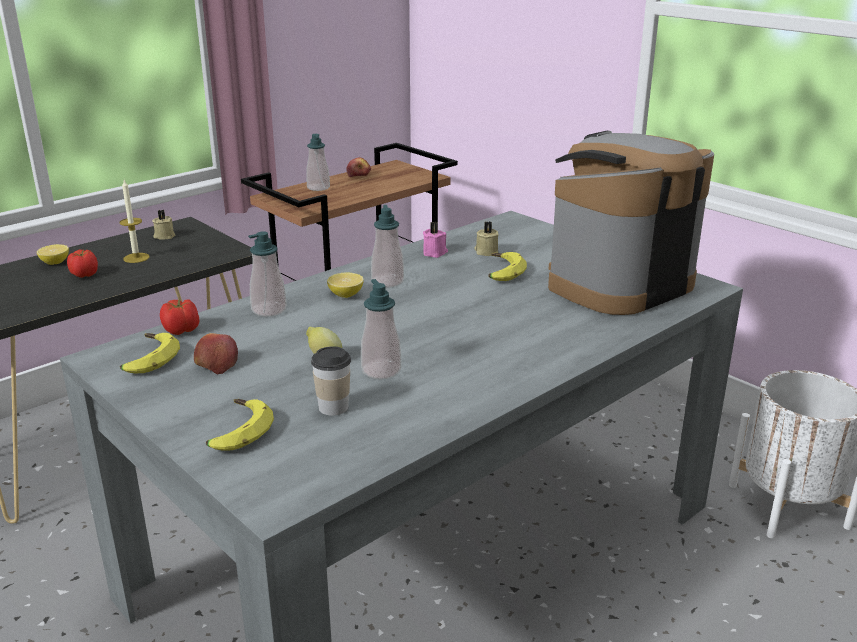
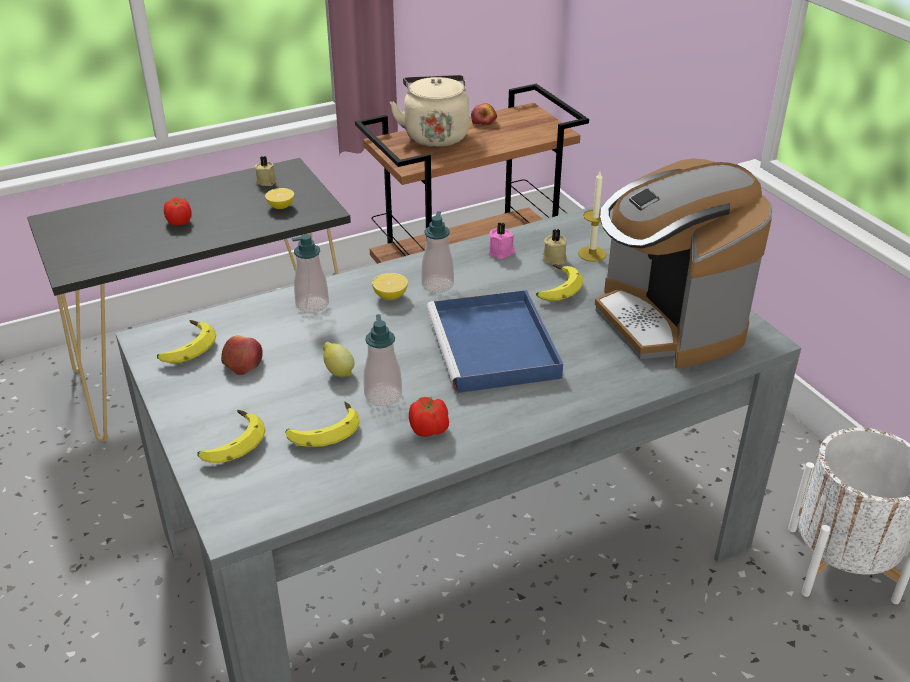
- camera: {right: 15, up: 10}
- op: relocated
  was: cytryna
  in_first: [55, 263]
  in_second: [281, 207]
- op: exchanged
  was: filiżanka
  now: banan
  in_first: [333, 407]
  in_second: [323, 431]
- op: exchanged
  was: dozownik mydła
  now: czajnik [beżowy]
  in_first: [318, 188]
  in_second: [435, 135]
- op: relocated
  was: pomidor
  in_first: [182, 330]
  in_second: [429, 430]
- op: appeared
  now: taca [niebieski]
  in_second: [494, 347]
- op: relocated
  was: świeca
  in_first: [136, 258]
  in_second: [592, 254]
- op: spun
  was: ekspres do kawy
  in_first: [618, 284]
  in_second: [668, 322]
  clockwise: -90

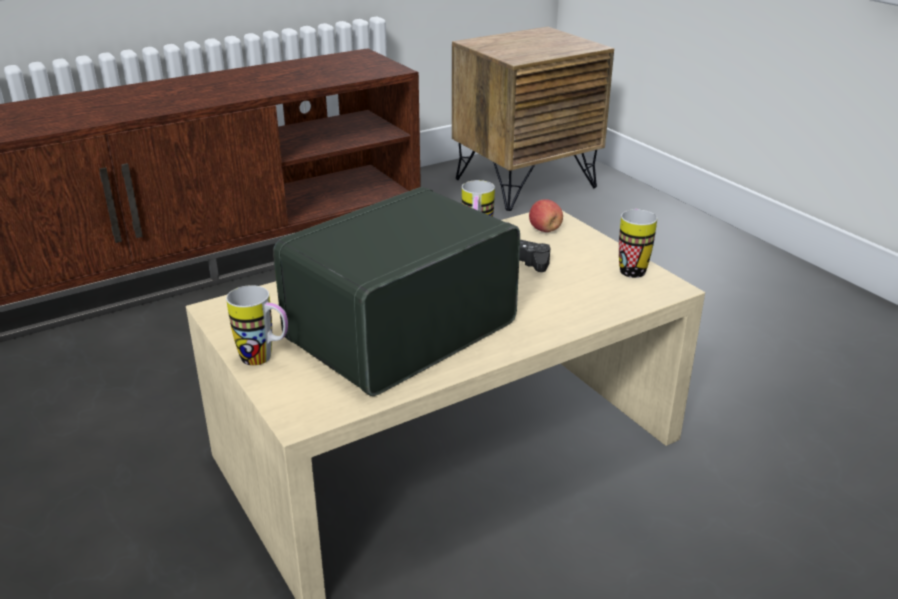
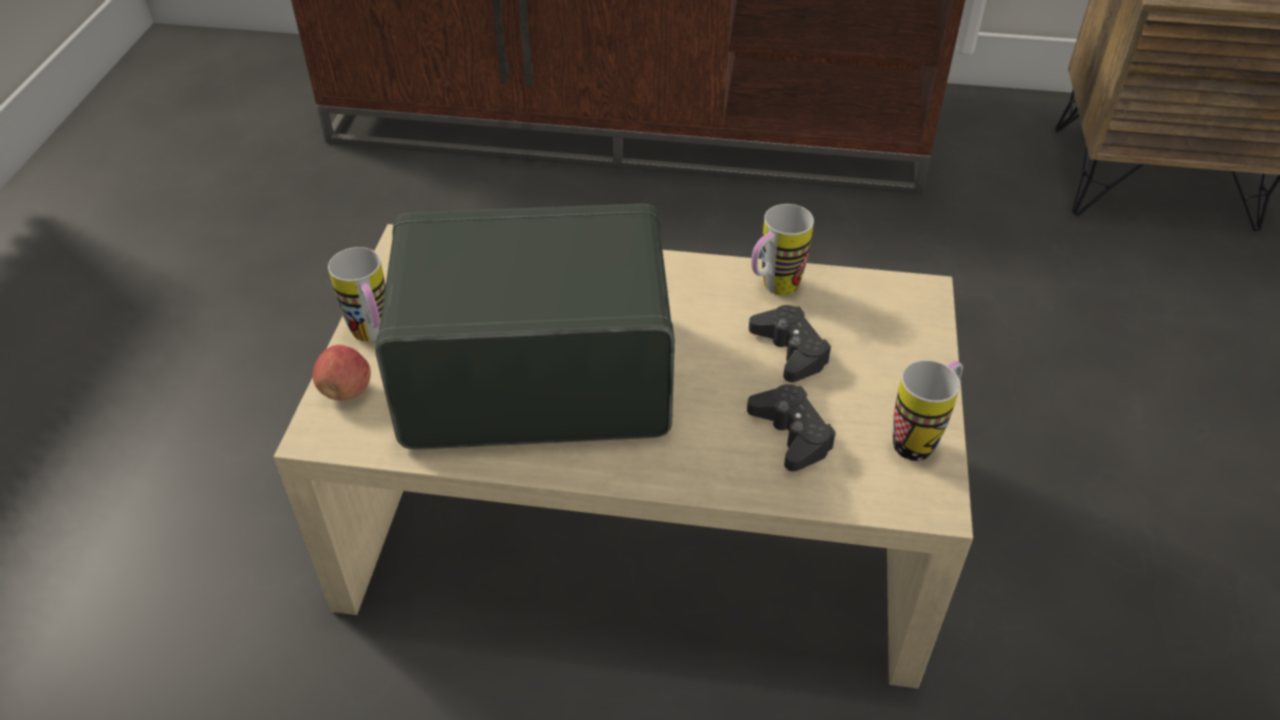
- camera: {right: 40, up: 15}
- op: relocated
  was: jabłko
  in_first: [545, 230]
  in_second: [346, 390]
- op: appeared
  now: pad do gier [czarny]
  in_second: [791, 434]

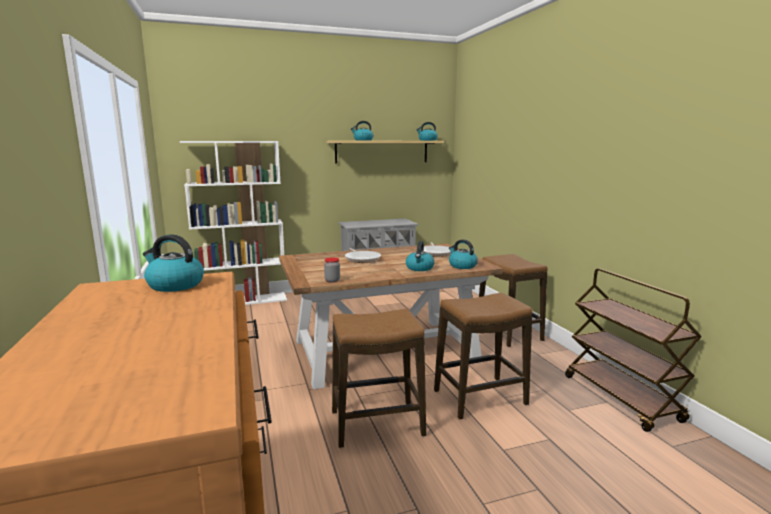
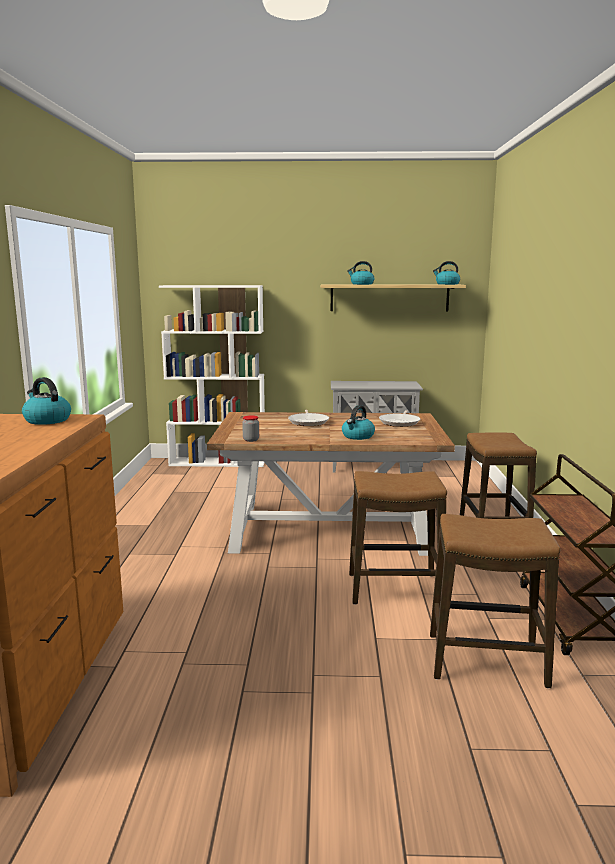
- camera: {right: 20, up: 0}
- op: relocated
  was: stołek
  in_first: [376, 424]
  in_second: [486, 660]
- op: missing
  was: czajnik
  in_first: [462, 266]

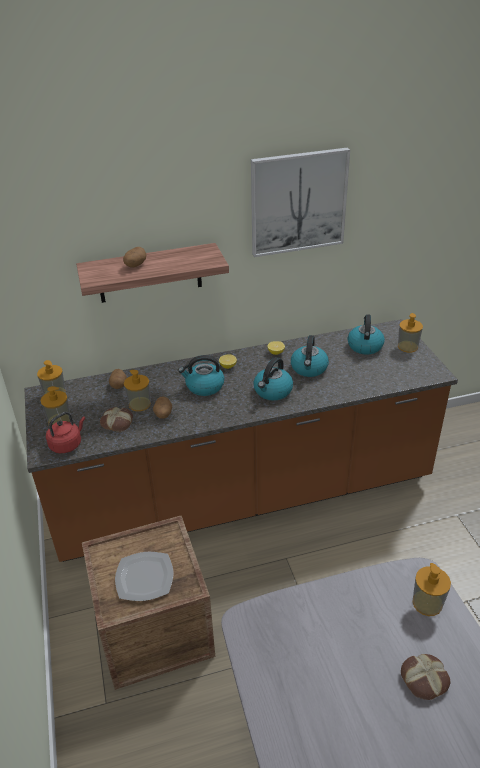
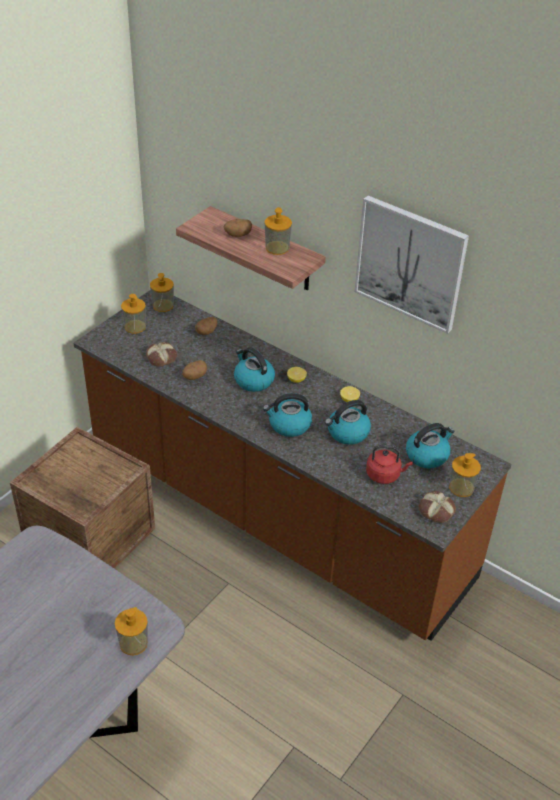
- camera: {right: 50, up: 5}
- op: relocated
  was: dozownik mydła
  in_first: [139, 404]
  in_second: [277, 248]
- op: relocated
  was: czajnik [czerwony]
  in_first: [67, 444]
  in_second: [385, 475]
- op: relocated
  was: chleb
  in_first: [424, 680]
  in_second: [435, 510]
- op: missing
  was: talerz
  in_first: [144, 578]

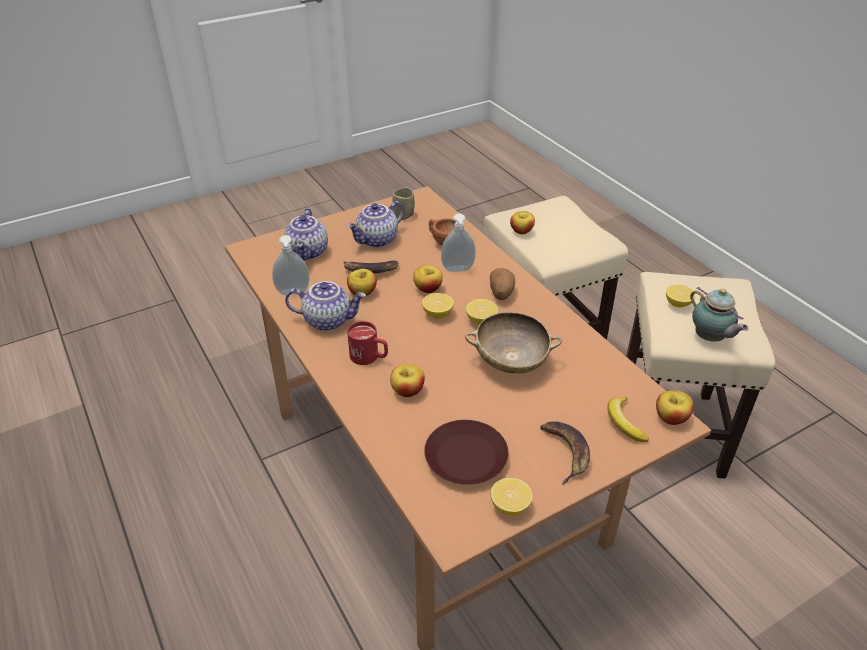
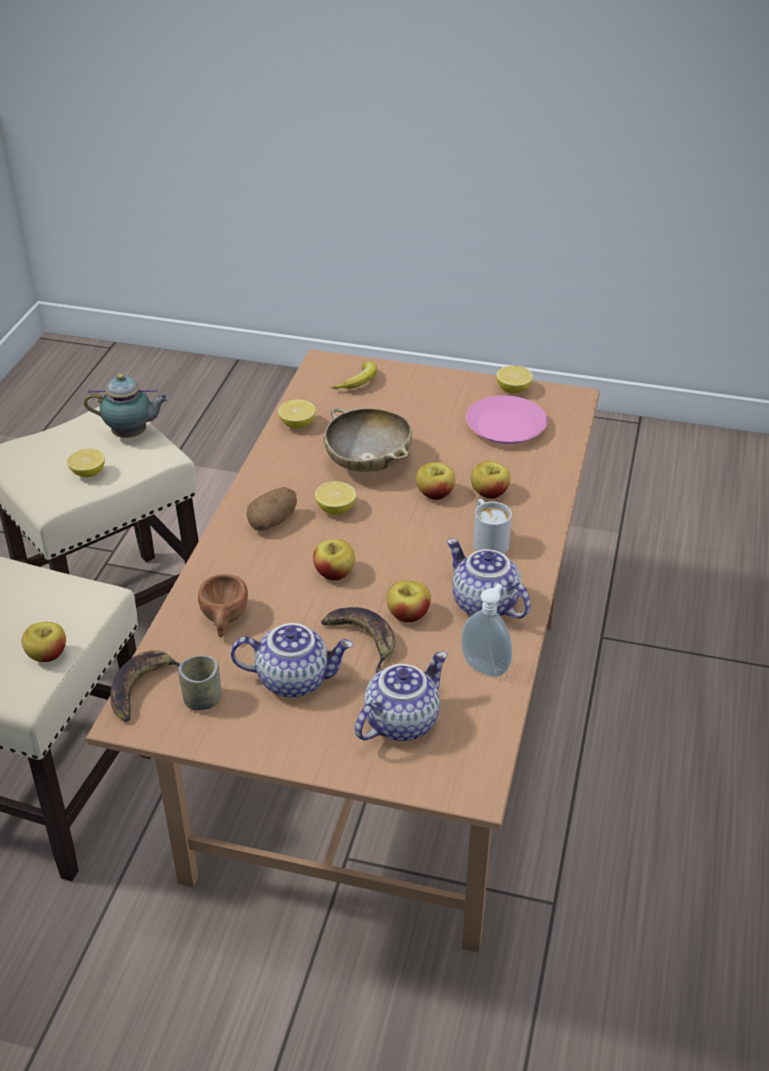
- camera: {right: -135, up: 0}
- op: spun
  was: imbryk
  in_first: [710, 338]
  in_second: [132, 434]
  clockwise: 75
- op: relocated
  was: banan
  in_first: [565, 452]
  in_second: [143, 688]
- op: relocated
  was: cytryna
  in_first: [437, 314]
  in_second: [297, 425]
- op: relocated
  was: jabłko
  in_first: [671, 418]
  in_second: [435, 494]
- op: colour
  was: talerz [brązowy]
  now: talerz [różowy]
  in_first: [465, 458]
  in_second: [507, 427]
- op: colour
  was: kubek [czerwony]
  now: kubek [biały]
  in_first: [369, 357]
  in_second: [487, 540]
- op: missing
  was: dozownik mydła
  in_first: [458, 270]

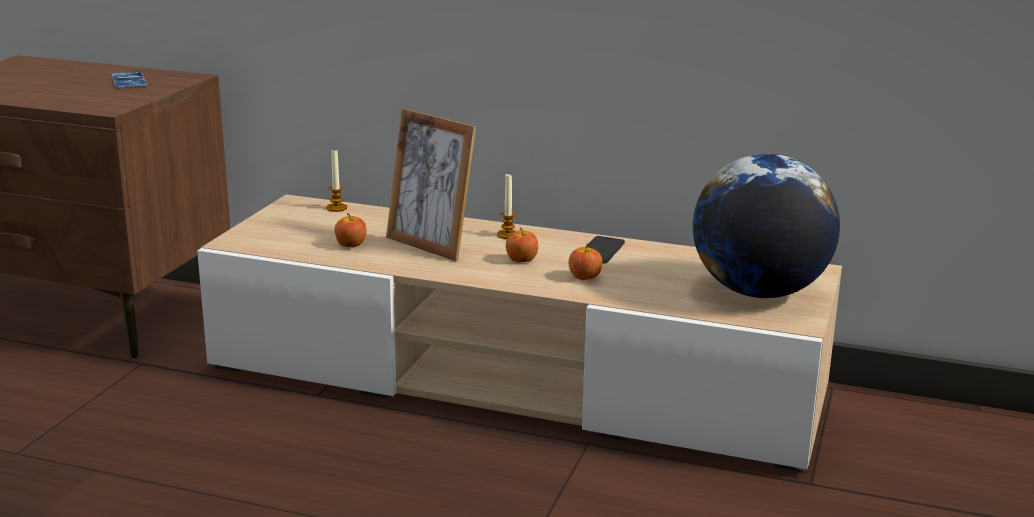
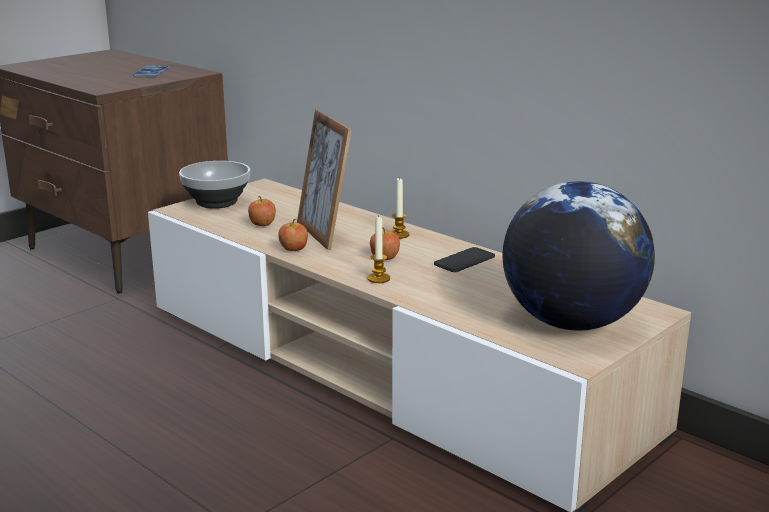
- camera: {right: 25, up: 0}
- op: appeared
  now: miska
  in_second: [218, 203]
- op: relocated
  was: jabłko
  in_first: [584, 277]
  in_second: [293, 249]
- op: relocated
  was: świeca
  in_first: [336, 208]
  in_second: [378, 279]

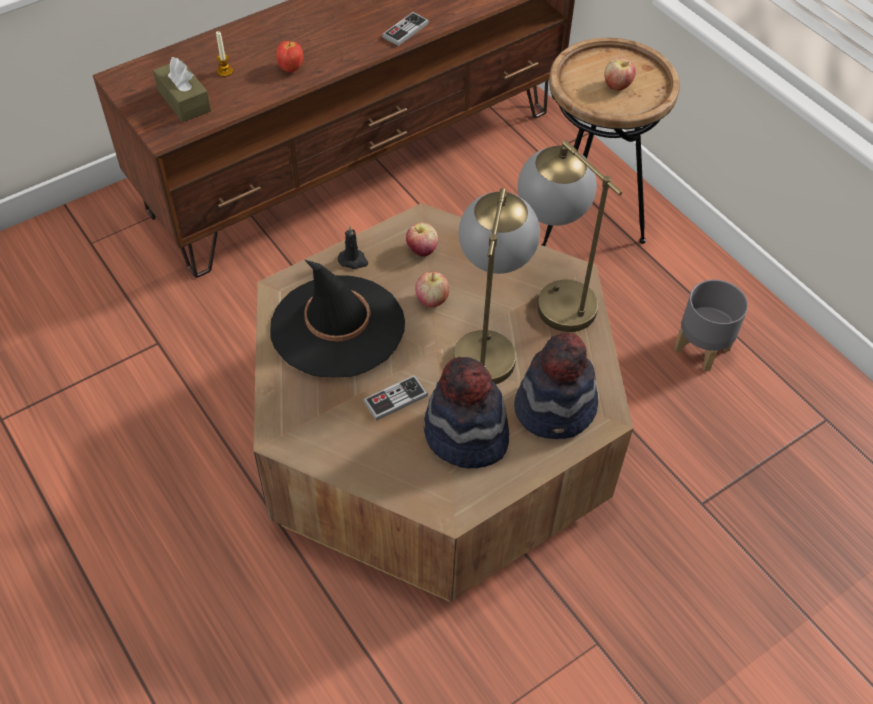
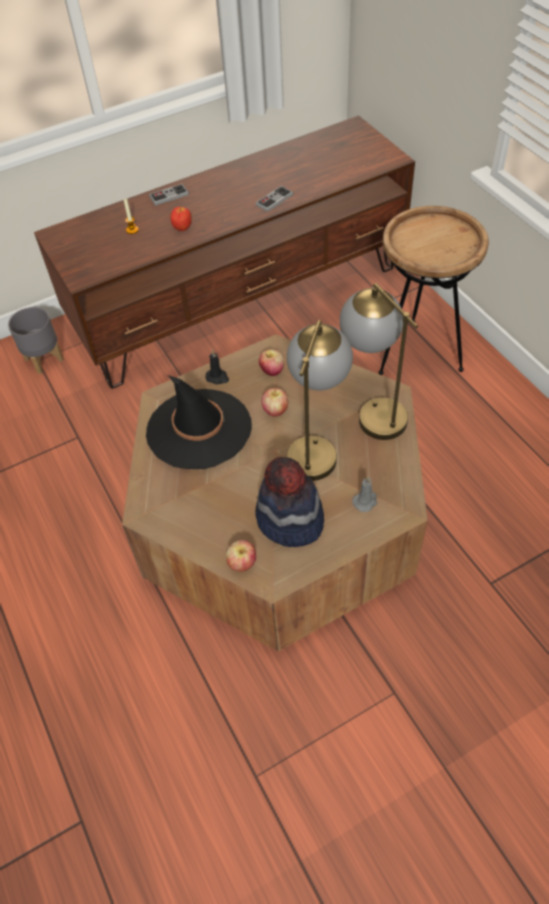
- camera: {right: 10, up: 0}
- op: relocated
  was: donica [szary]
  in_first: [702, 349]
  in_second: [44, 360]
- op: relocated
  was: pad do gier
  in_first: [395, 399]
  in_second: [169, 196]
- op: relocated
  was: jabłko
  in_first: [617, 86]
  in_second: [242, 563]
- op: exchanged
  was: kapelusz
  now: świeca [szary]
  in_first: [556, 408]
  in_second: [365, 501]
- op: missing
  was: pudełko chusteczek [brązowy]
  in_first: [184, 100]

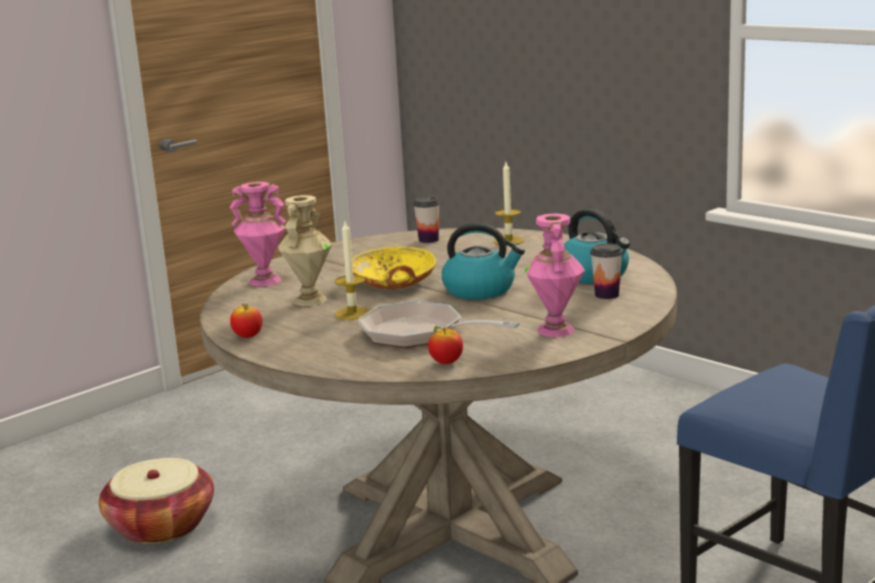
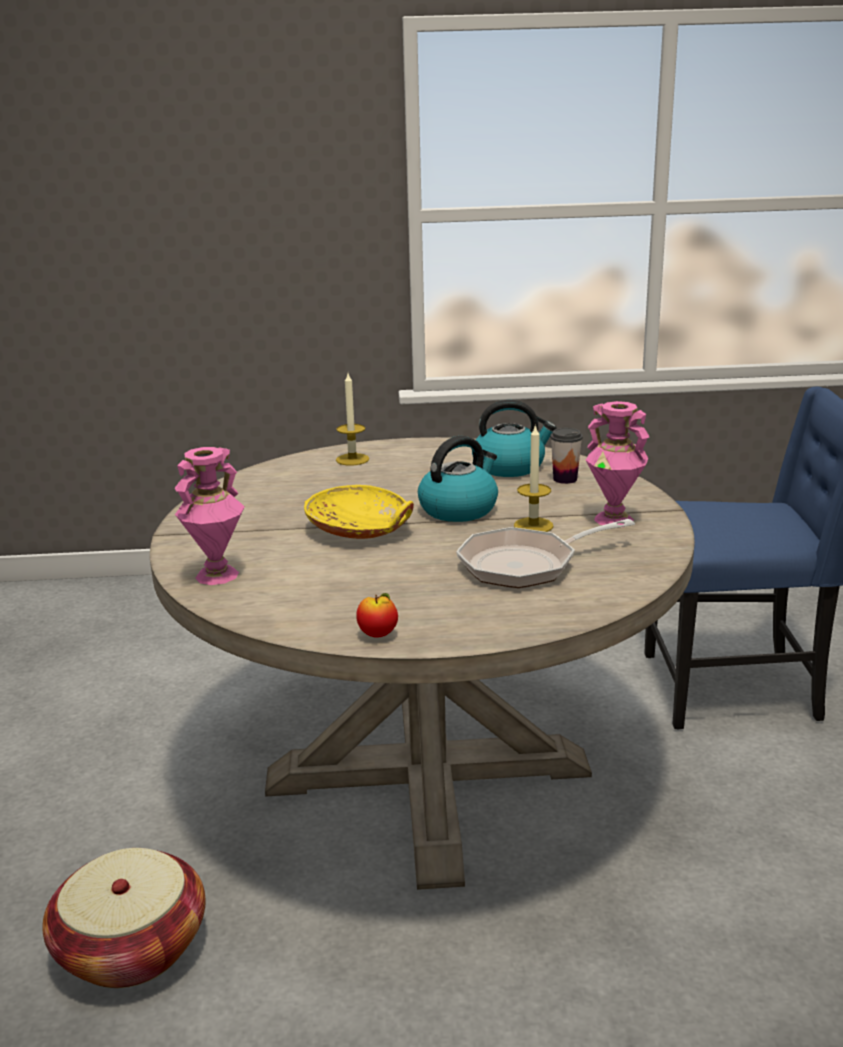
- camera: {right: -50, up: 5}
- op: relocated
  was: świeca
  in_first: [352, 313]
  in_second: [533, 525]
- op: missing
  was: wazon [beżowy]
  in_first: [309, 300]
- op: missing
  was: filiżanka
  in_first: [428, 240]
- op: missing
  was: jabłko
  in_first: [446, 362]

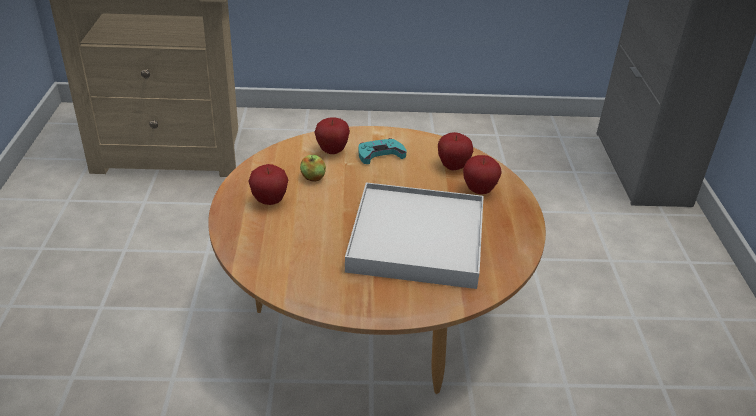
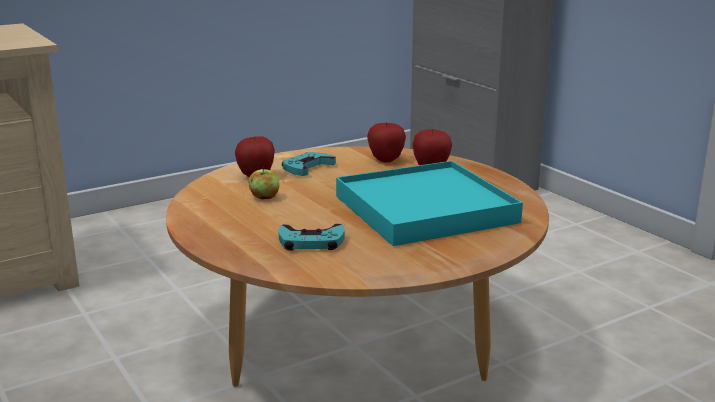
- camera: {right: -30, up: -15}
- op: appeared
  now: pad do gier [turkusowy]
  in_second: [311, 243]
- op: colour
  was: taca [biały]
  now: taca [turkusowy]
  in_first: [417, 240]
  in_second: [425, 209]
- op: missing
  was: jabłko
  in_first: [269, 201]

